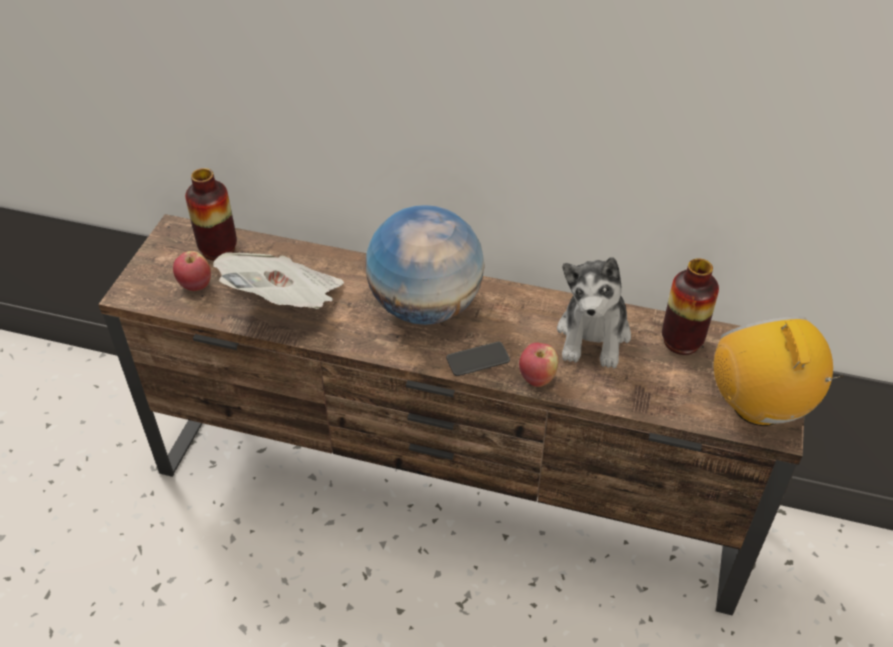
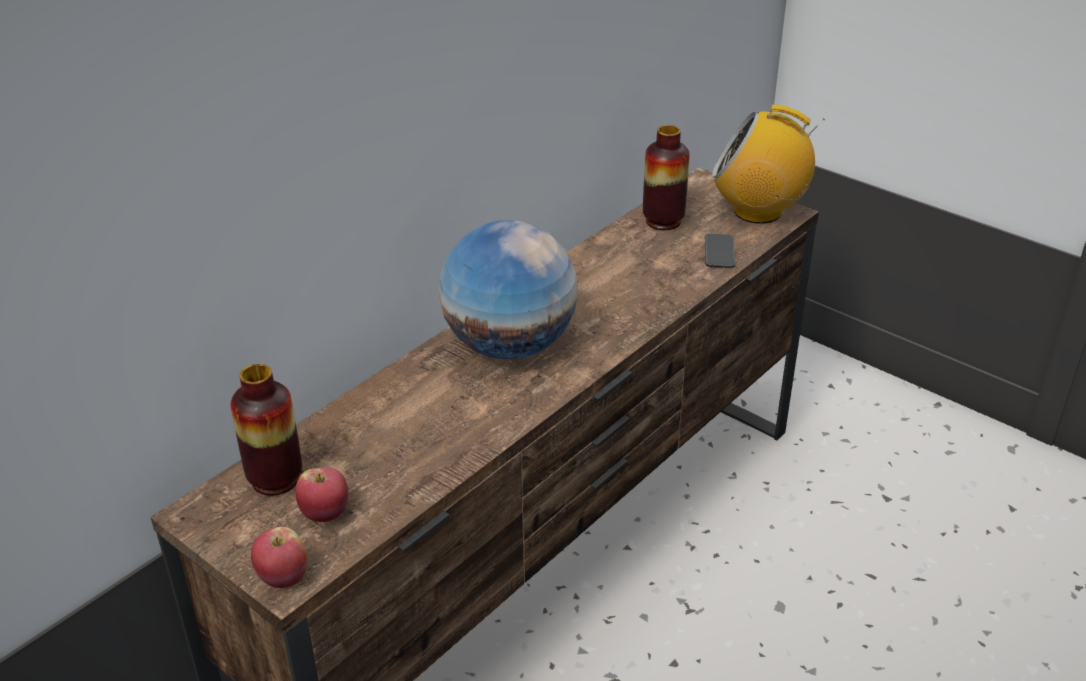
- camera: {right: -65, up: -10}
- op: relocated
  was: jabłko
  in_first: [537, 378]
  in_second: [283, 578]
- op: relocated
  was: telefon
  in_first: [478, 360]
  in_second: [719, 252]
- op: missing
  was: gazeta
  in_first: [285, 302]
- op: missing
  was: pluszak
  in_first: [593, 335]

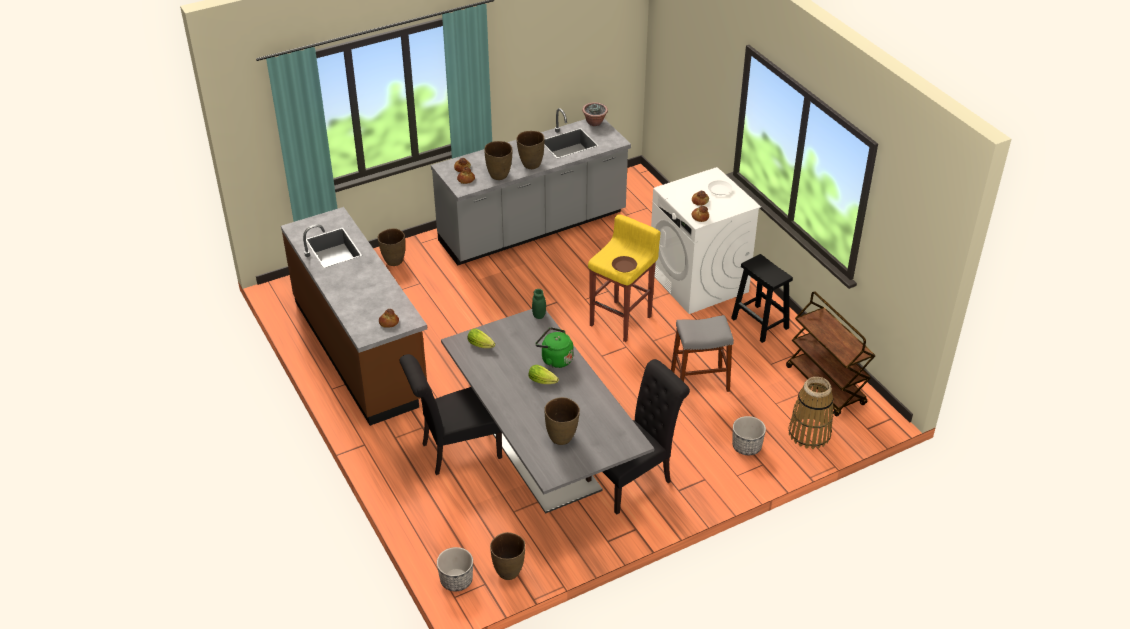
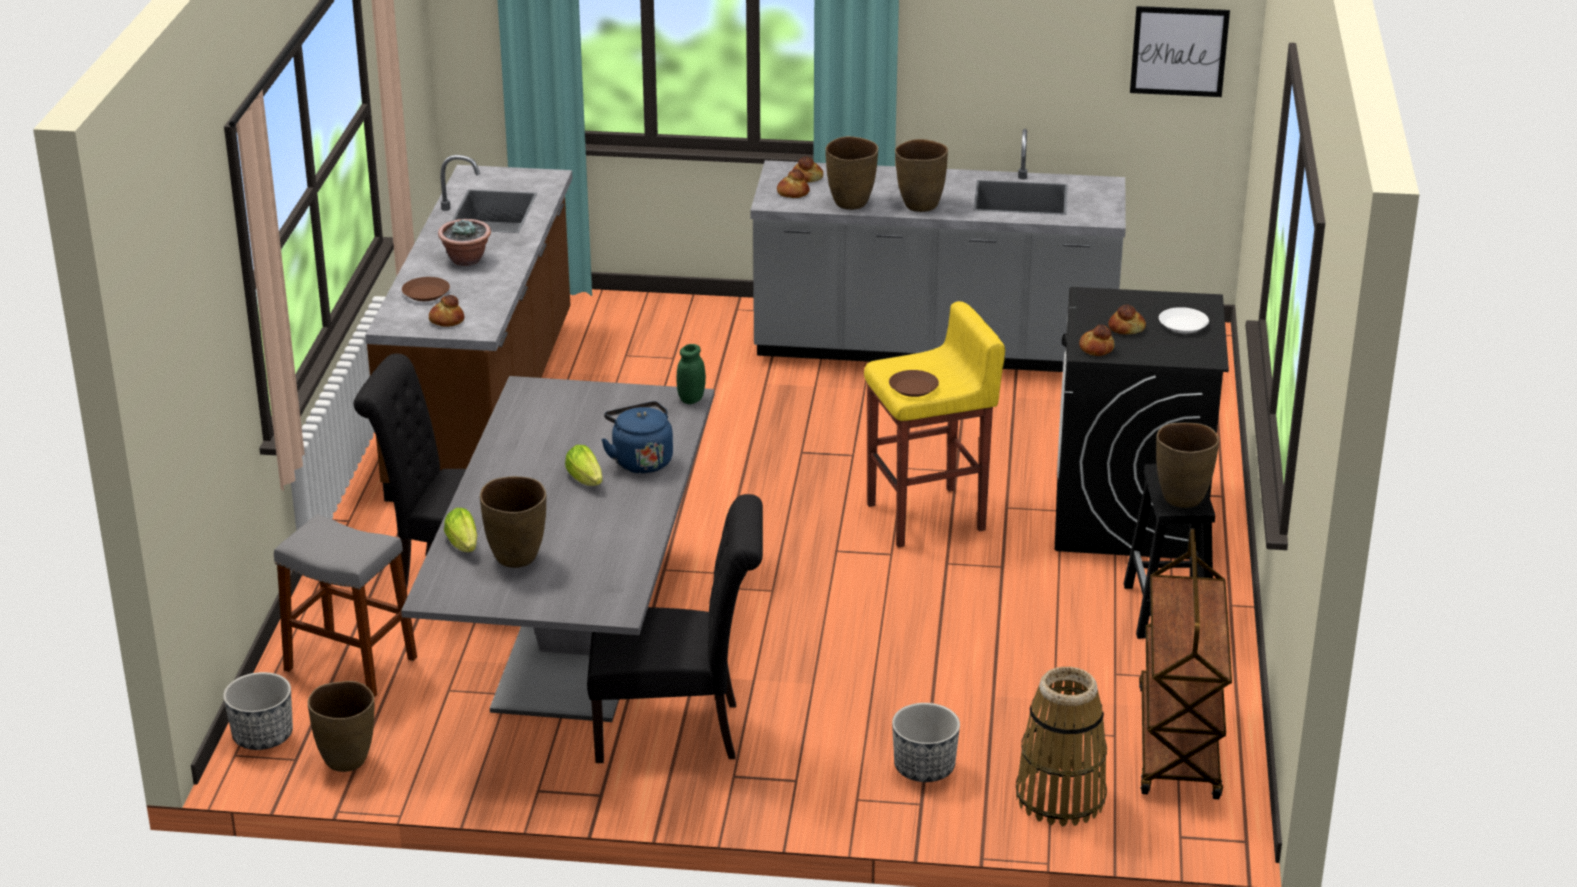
- camera: {right: 35, up: -10}
- op: relocated
  was: stołek [szary]
  in_first: [700, 381]
  in_second: [350, 664]
- op: appeared
  now: talerz [brązowy]
  in_second: [426, 293]
- op: relocated
  was: roślina doniczkowa
  in_first: [594, 122]
  in_second: [466, 260]
- op: relocated
  was: sałata
  in_first: [482, 345]
  in_second: [464, 545]
- op: colour
  was: czajnik [zielony]
  now: czajnik [niebieski]
  in_first: [555, 359]
  in_second: [640, 460]
- op: colour
  was: pralka [biały]
  now: pralka [czarny]
  in_first: [699, 282]
  in_second: [1129, 514]
- op: appeared
  now: obraz
  in_second: [1179, 51]
- op: relocated
  was: wazon [brązowy]
  in_first: [393, 261]
  in_second: [1181, 498]

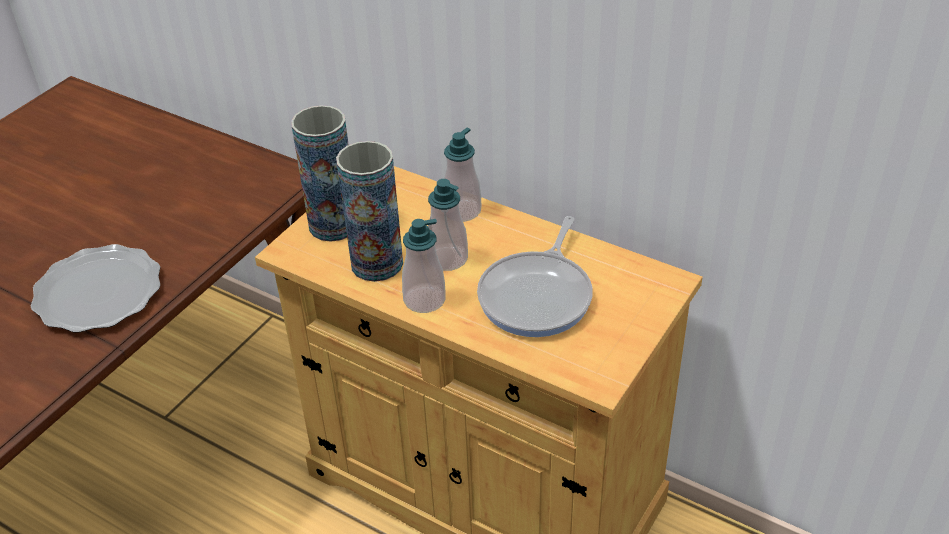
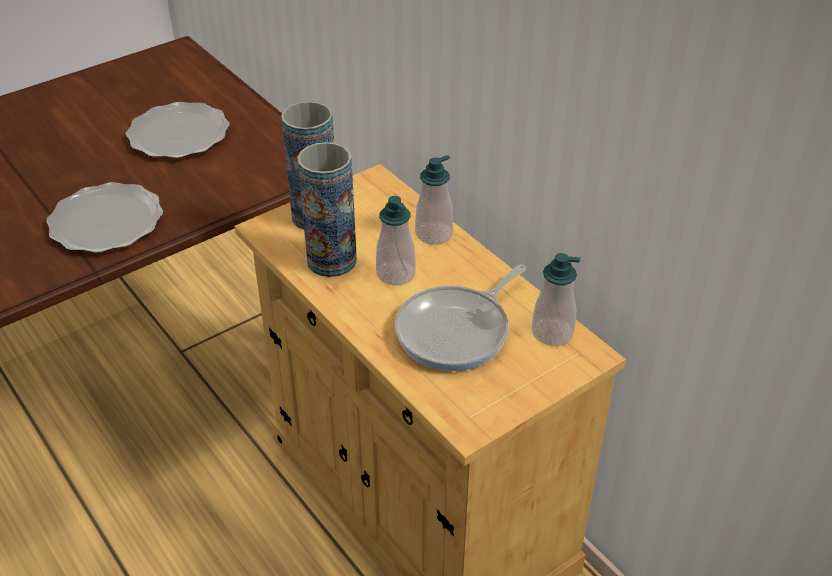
- camera: {right: 20, up: 0}
- op: appeared
  now: talerz
  in_second: [179, 134]
- op: relocated
  was: dozownik mydła
  in_first: [424, 300]
  in_second: [552, 332]

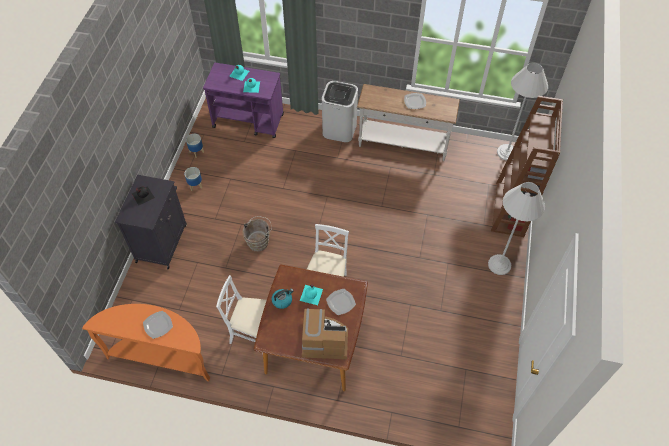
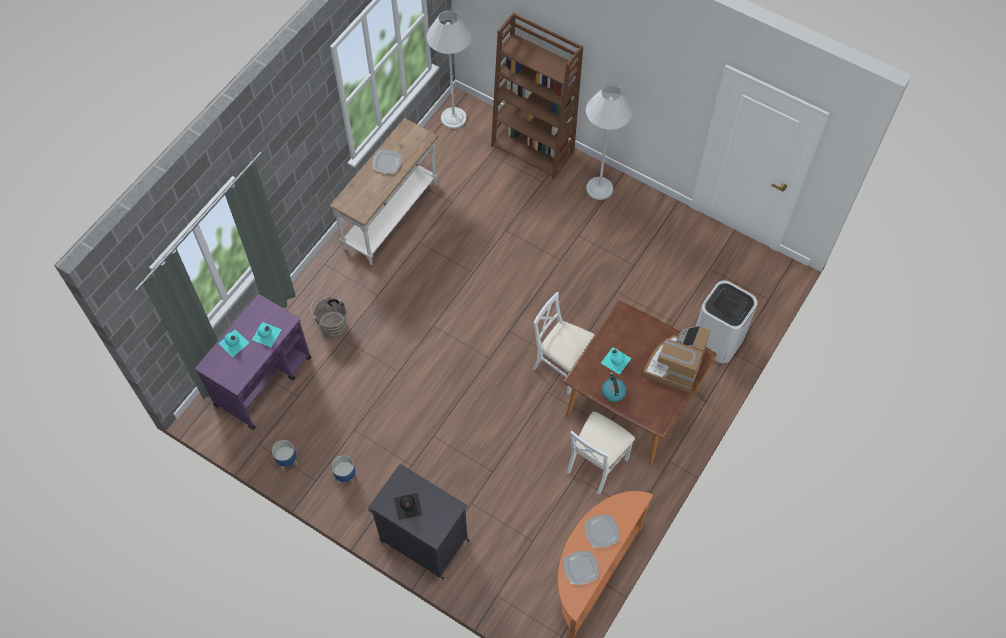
- camera: {right: -70, up: 5}
- op: relocated
  was: wiadro [brązowy]
  in_first: [259, 241]
  in_second: [332, 324]
- op: relocated
  was: talerz
  in_first: [340, 302]
  in_second: [580, 568]
- op: relocated
  was: kosz na śmieci [biały]
  in_first: [339, 129]
  in_second: [717, 340]

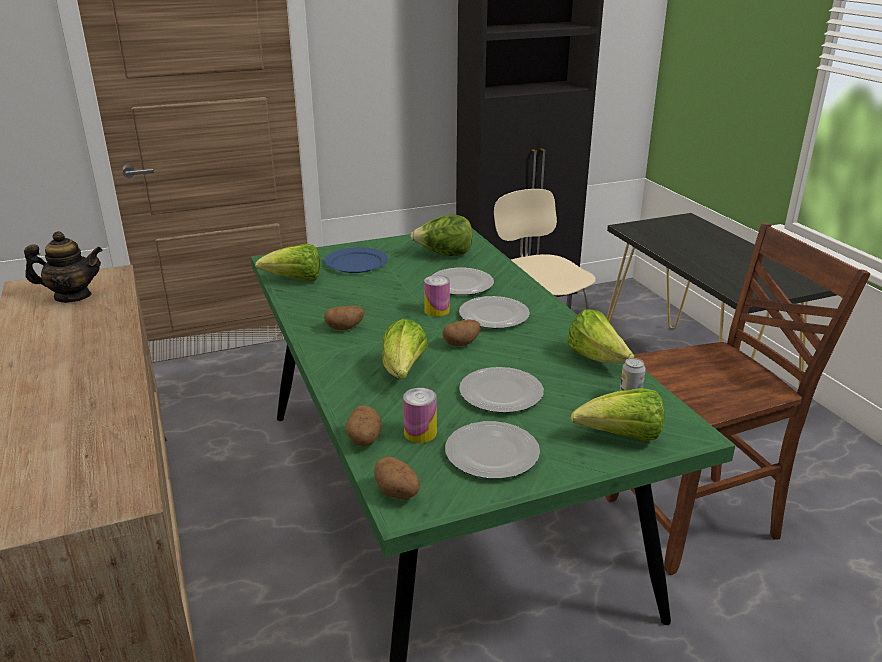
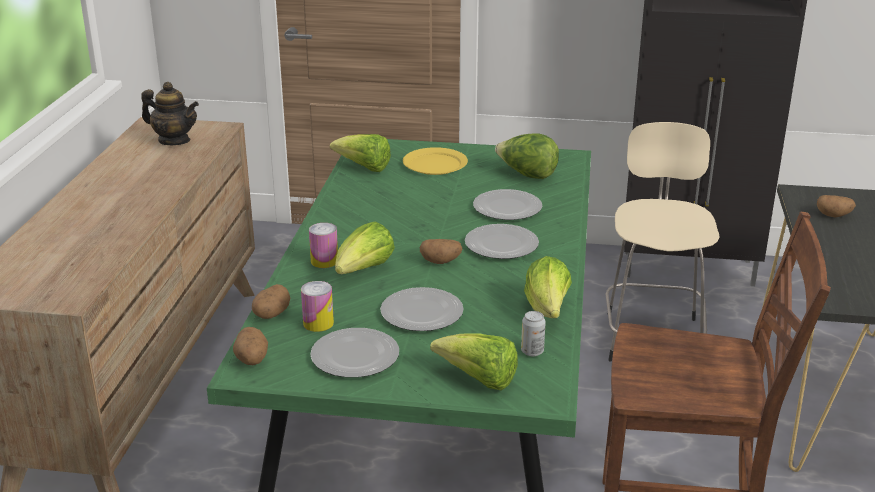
- camera: {right: 30, up: 0}
- op: relocated
  was: puszka
  in_first: [437, 311]
  in_second: [324, 261]
- op: colour
  was: talerz [niebieski]
  now: talerz [żółty]
  in_first: [356, 263]
  in_second: [434, 164]
- op: relocated
  was: ziemniak
  in_first: [345, 328]
  in_second: [833, 215]

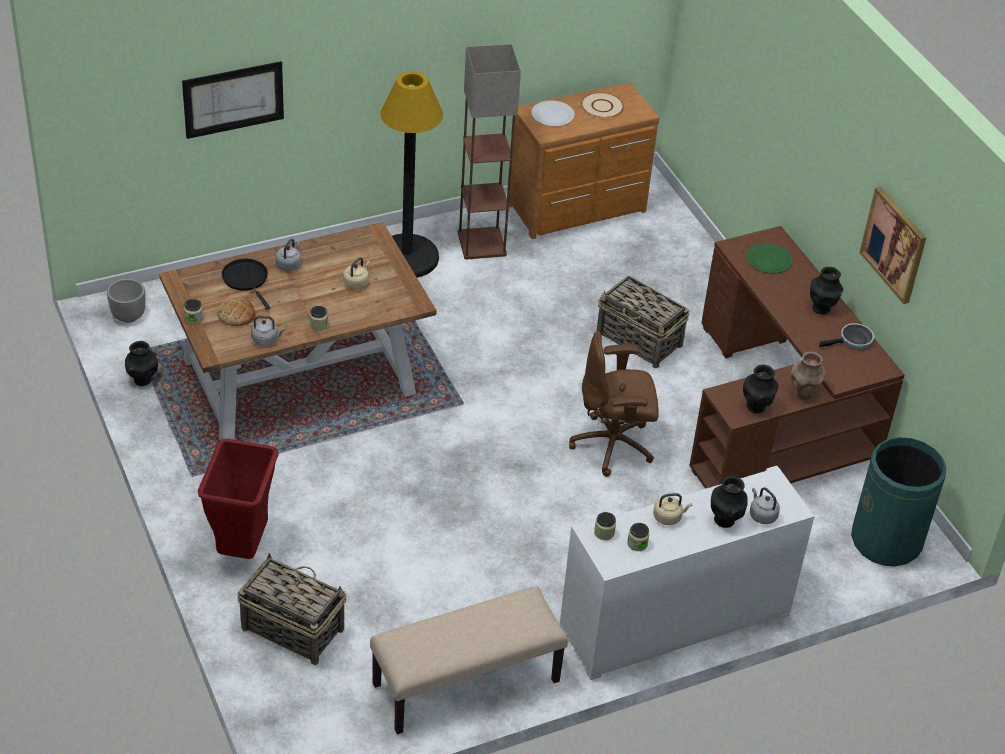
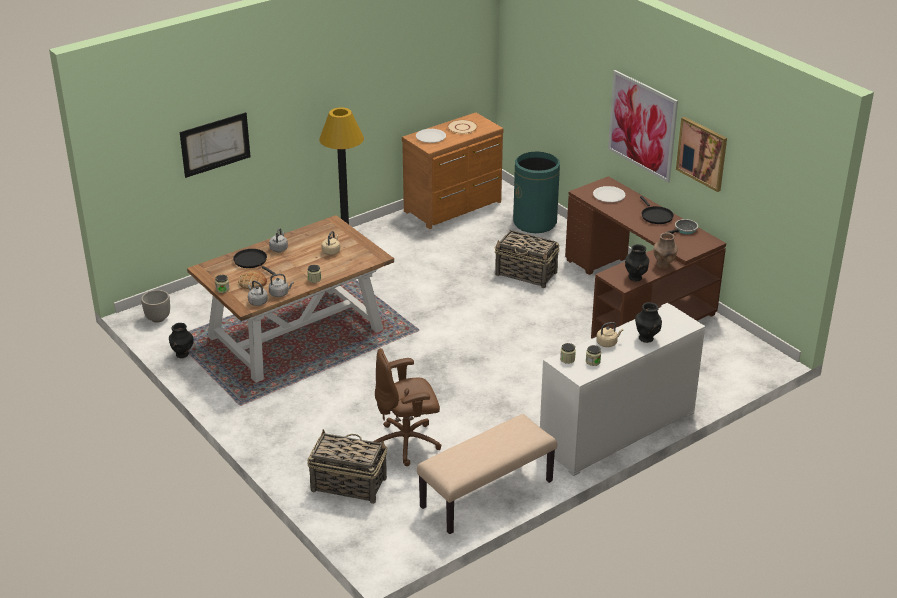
- camera: {right: -10, up: -10}
- op: relocated
  was: czajnik [szary]
  in_first: [762, 515]
  in_second: [257, 302]
- op: relocated
  was: krzesło biurowe [brązowy]
  in_first: [613, 446]
  in_second: [407, 443]
- op: relocated
  was: kosz na śmieci [zielony]
  in_first: [886, 541]
  in_second: [535, 222]
- op: colour
  was: talerz [zielony]
  now: talerz [biały]
  in_first: [769, 260]
  in_second: [609, 195]
- op: appeared
  now: obraz
  in_second: [642, 125]
- op: exchanged
  was: wazon [czarny]
  now: patelnia [czarny]
  in_first: [821, 308]
  in_second: [655, 216]
- op: missing
  was: kosz na śmieci [czerwony]
  in_first: [244, 549]
- op: missing
  was: lampa stojąca
  in_first: [481, 243]

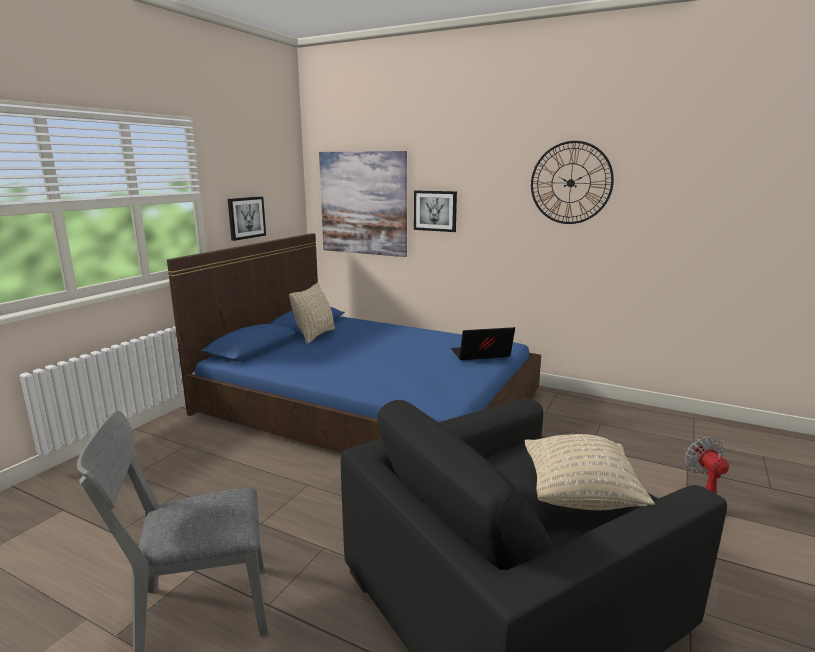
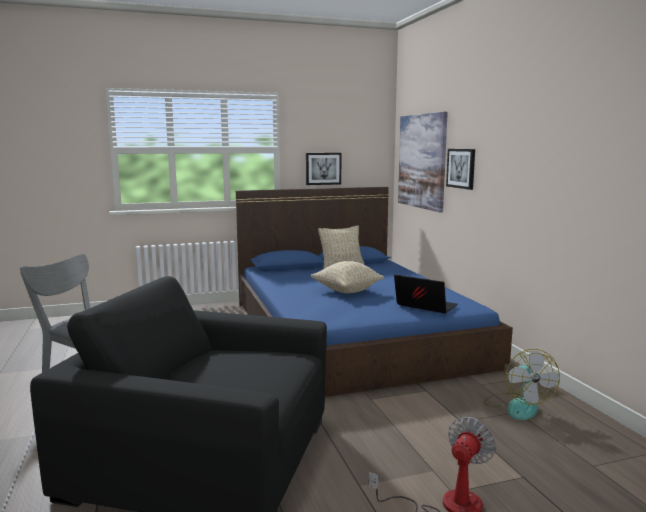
- camera: {right: 45, up: -5}
- op: relocated
  was: poduszka [beżowy]
  in_first: [580, 496]
  in_second: [347, 291]
- op: appeared
  now: wentylator
  in_second: [517, 406]
- op: missing
  was: zegar ścienny
  in_first: [570, 183]

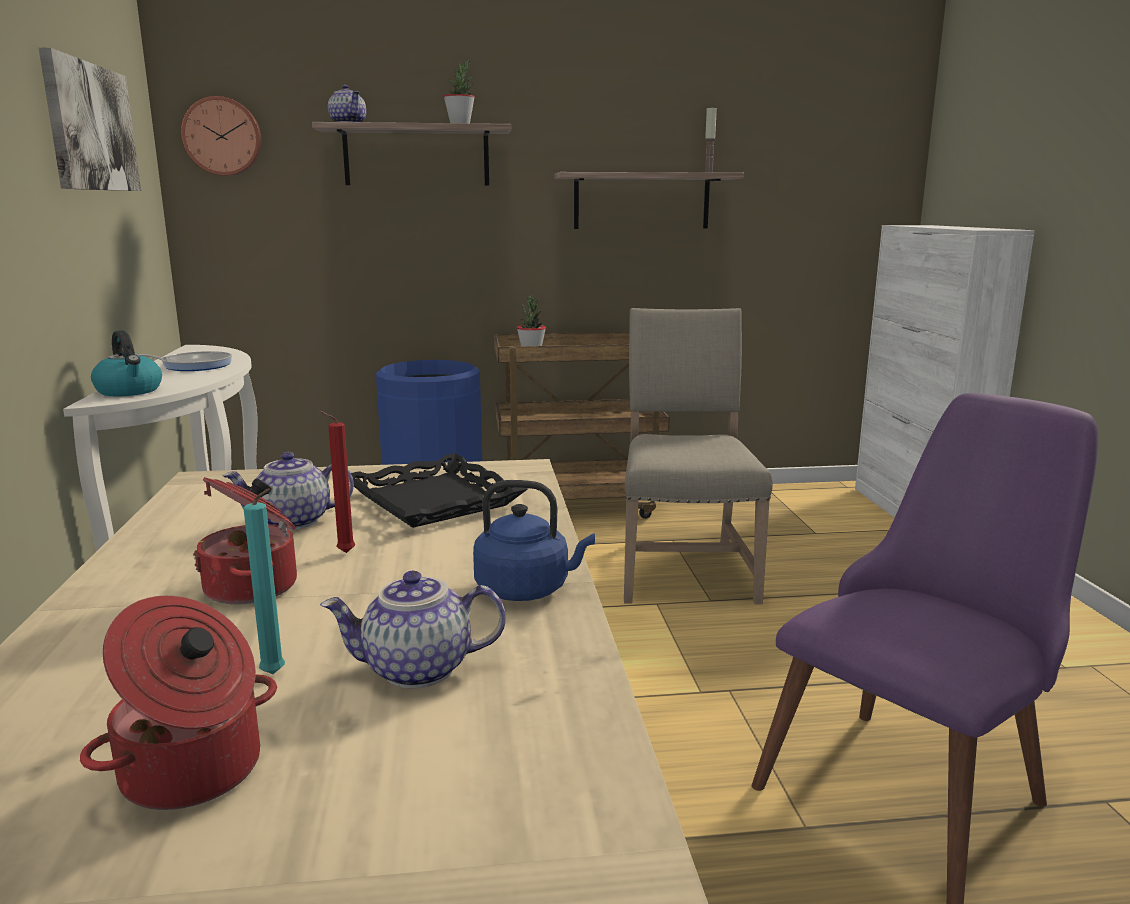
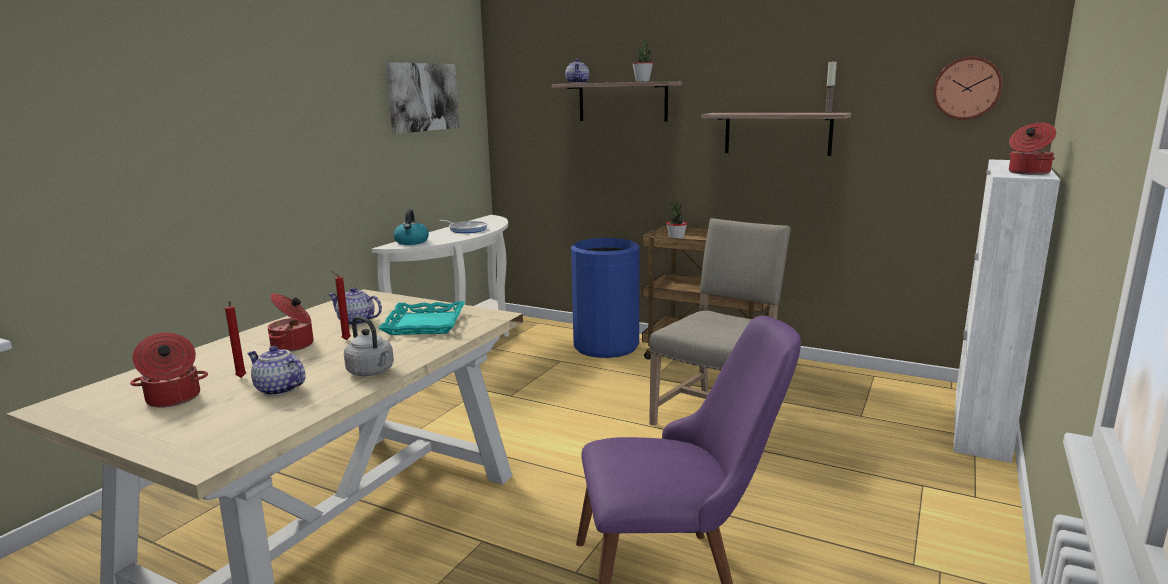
- camera: {right: 35, up: 0}
- op: colour
  was: świeca [turkusowy]
  now: świeca [czerwony]
  in_first: [276, 675]
  in_second: [241, 378]
- op: colour
  was: czajnik [niebieski]
  now: czajnik [szary]
  in_first: [527, 590]
  in_second: [372, 372]
- op: colour
  was: taca [czarny]
  now: taca [turkusowy]
  in_first: [432, 500]
  in_second: [423, 324]
- op: relocated
  was: zegar ścienny
  in_first: [223, 137]
  in_second: [967, 88]
- op: appeared
  now: garnek
  in_second: [1027, 173]

